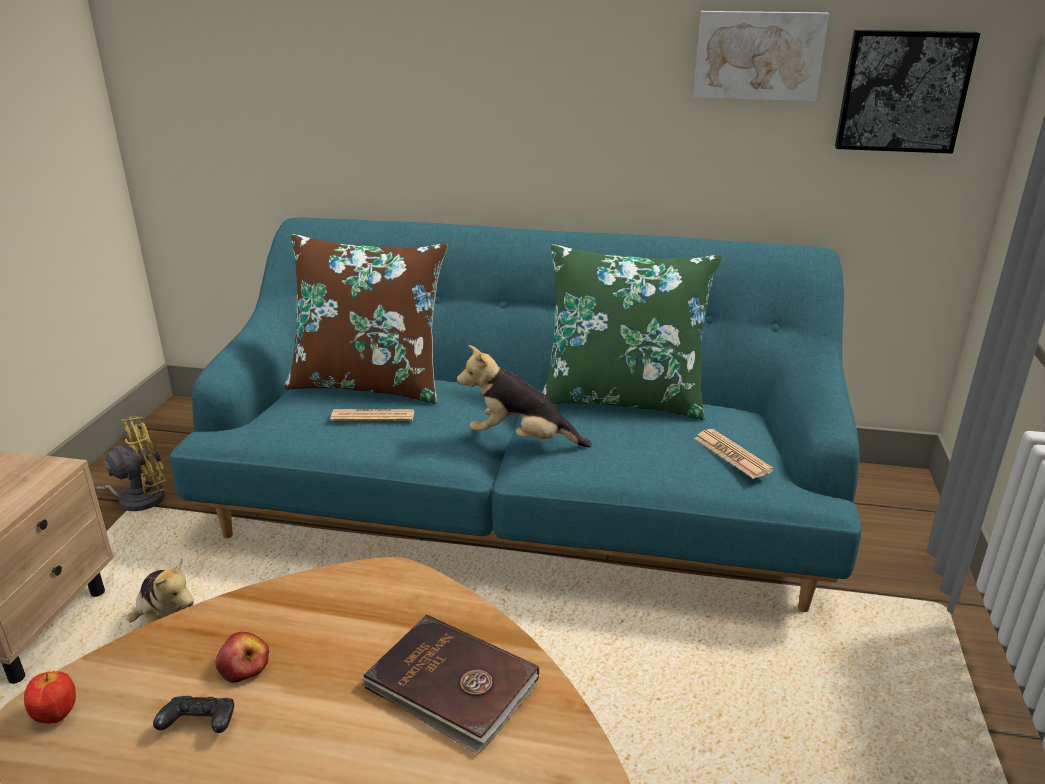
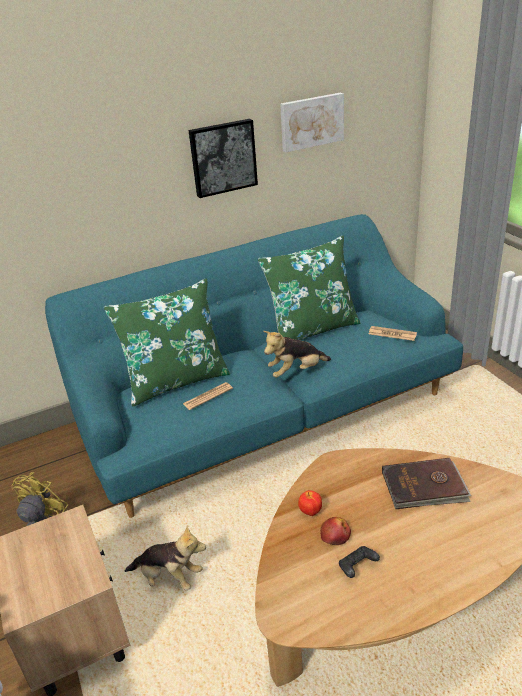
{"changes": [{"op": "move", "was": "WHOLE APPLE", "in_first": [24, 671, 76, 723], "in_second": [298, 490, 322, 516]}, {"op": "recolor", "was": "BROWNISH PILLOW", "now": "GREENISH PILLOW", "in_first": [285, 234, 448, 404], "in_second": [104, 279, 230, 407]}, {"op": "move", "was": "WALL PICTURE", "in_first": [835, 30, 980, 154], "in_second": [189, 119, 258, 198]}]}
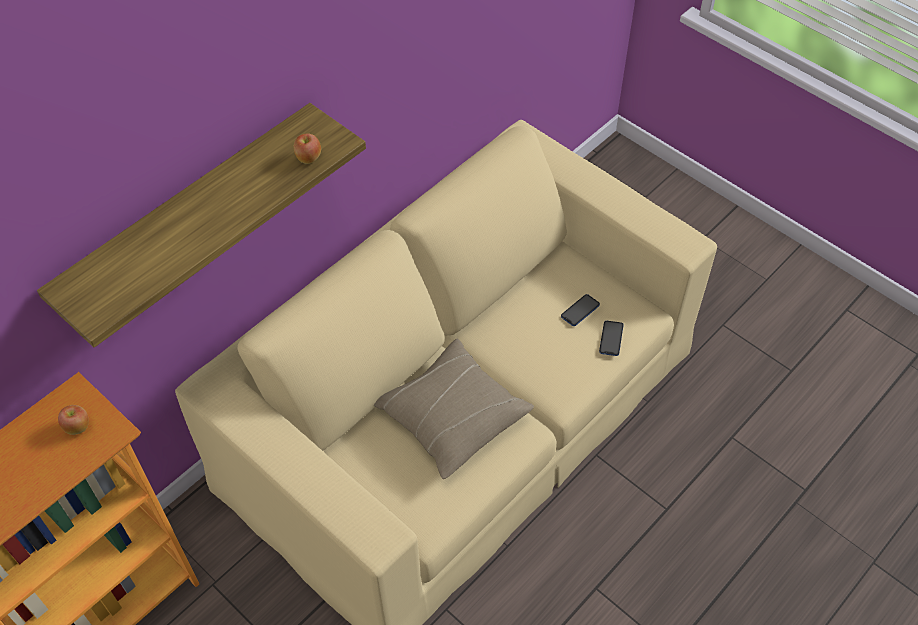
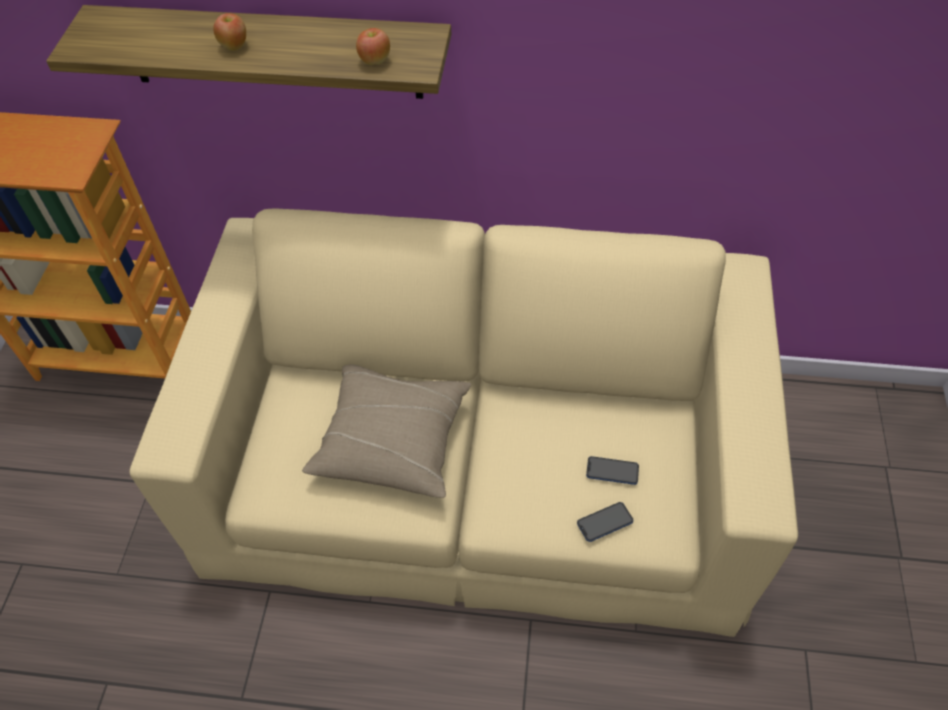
{"changes": [{"op": "move", "was": "WHOLE APPLE", "in_first": [58, 405, 89, 435], "in_second": [213, 13, 246, 50]}]}
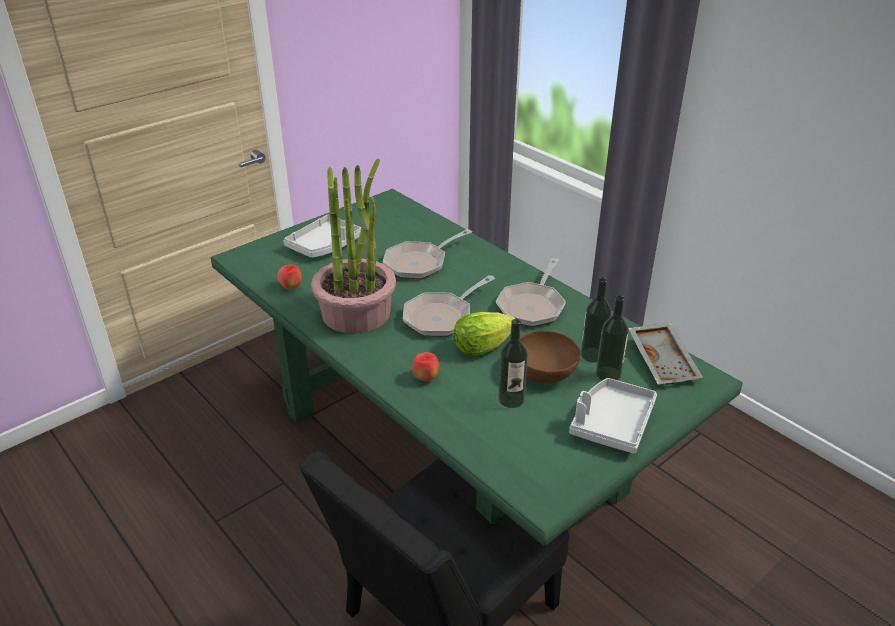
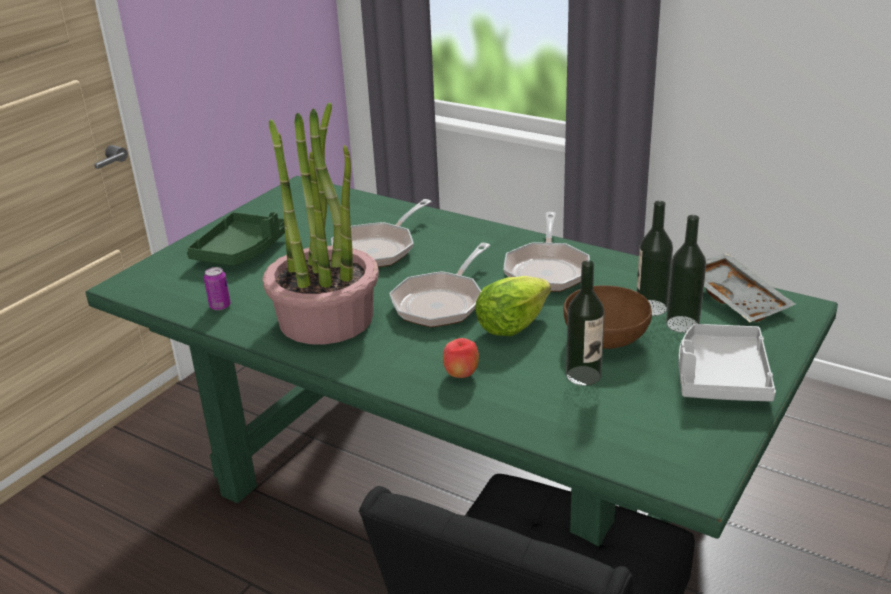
{"changes": [{"op": "replace", "was": "WHOLE APPLE", "now": "CAN", "in_first": [278, 264, 301, 290], "in_second": [204, 267, 231, 310]}, {"op": "recolor", "was": "GREY TRAY", "now": "GREENISH TRAY", "in_first": [284, 215, 361, 258], "in_second": [187, 212, 285, 266]}]}
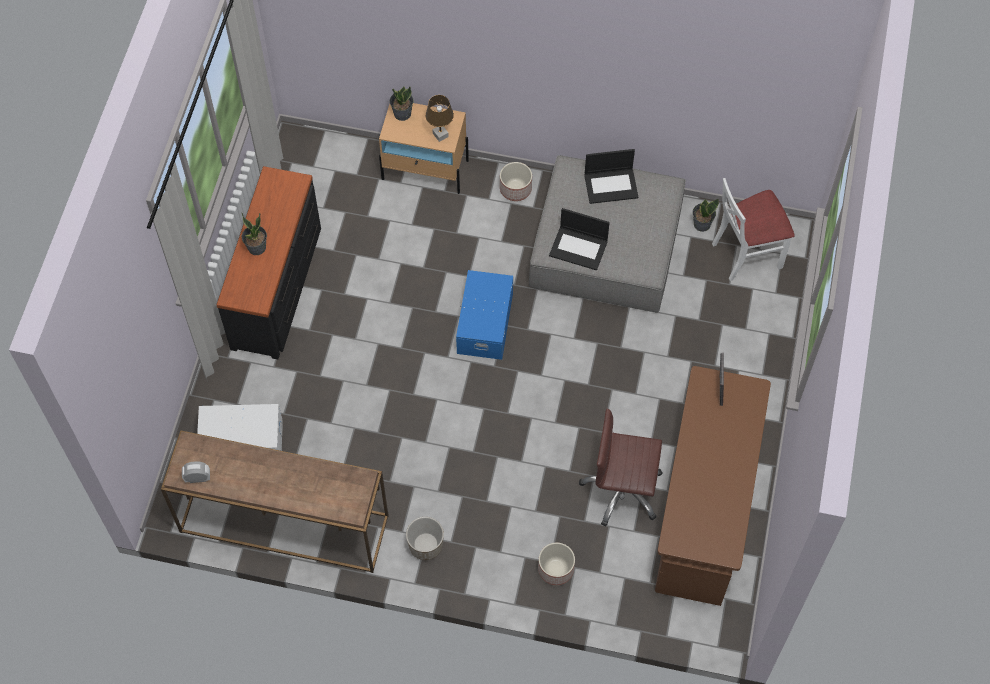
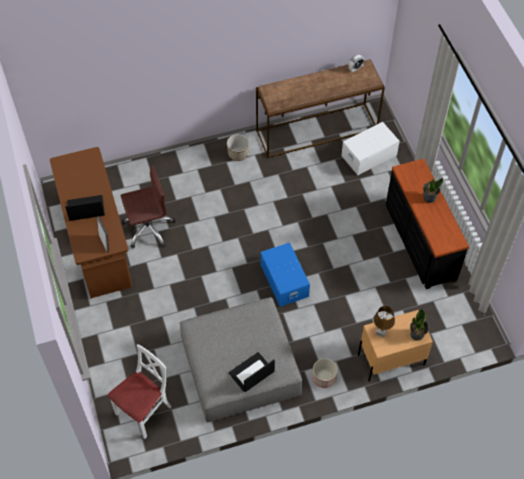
{"changes": [{"op": "delete", "was": "PLANT POT", "in_first": [538, 543, 575, 585]}, {"op": "move", "was": "NOTEBOOK COMPUTER", "in_first": [549, 208, 610, 271], "in_second": [65, 195, 105, 221]}, {"op": "delete", "was": "POTTED PLANT", "in_first": [692, 199, 719, 232]}]}
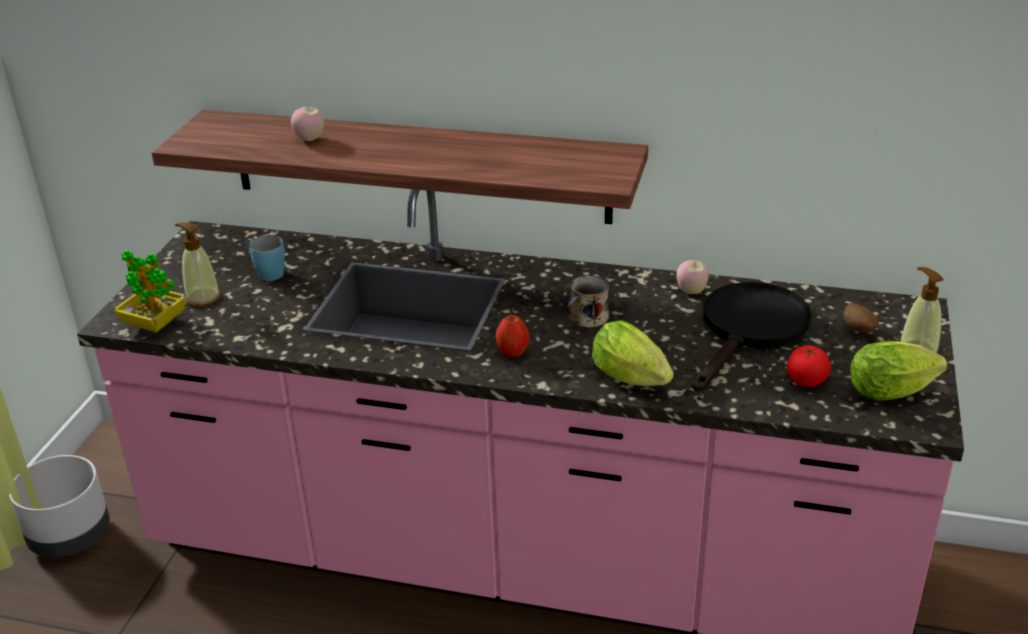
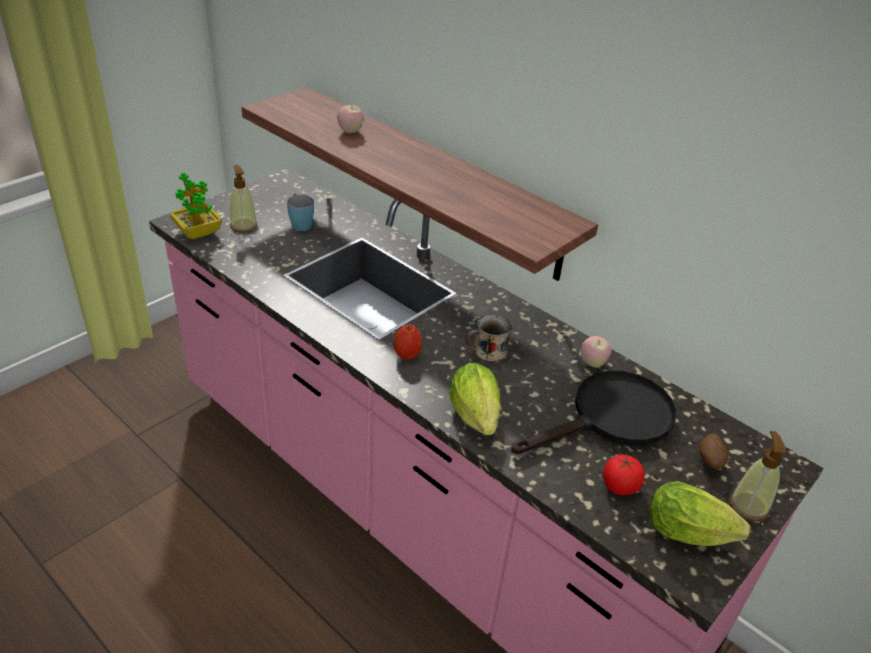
{"changes": [{"op": "delete", "was": "GREY PLANT POT", "in_first": [9, 455, 110, 557]}]}
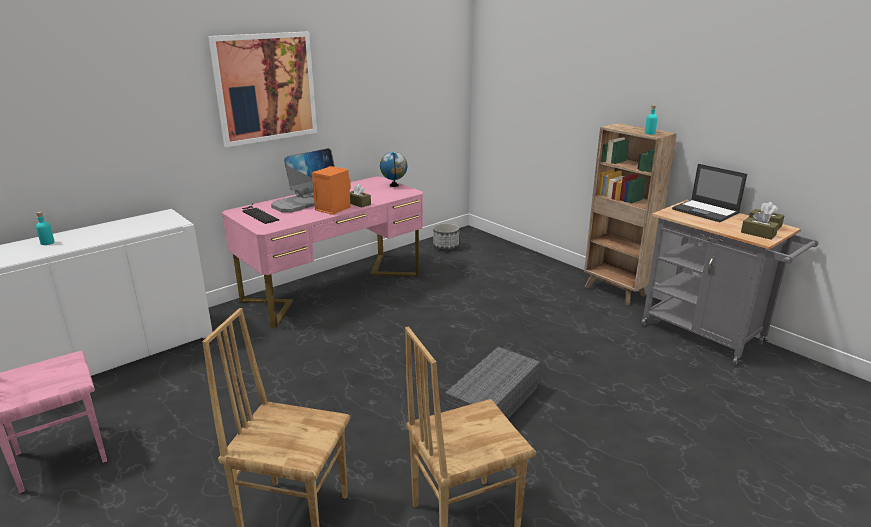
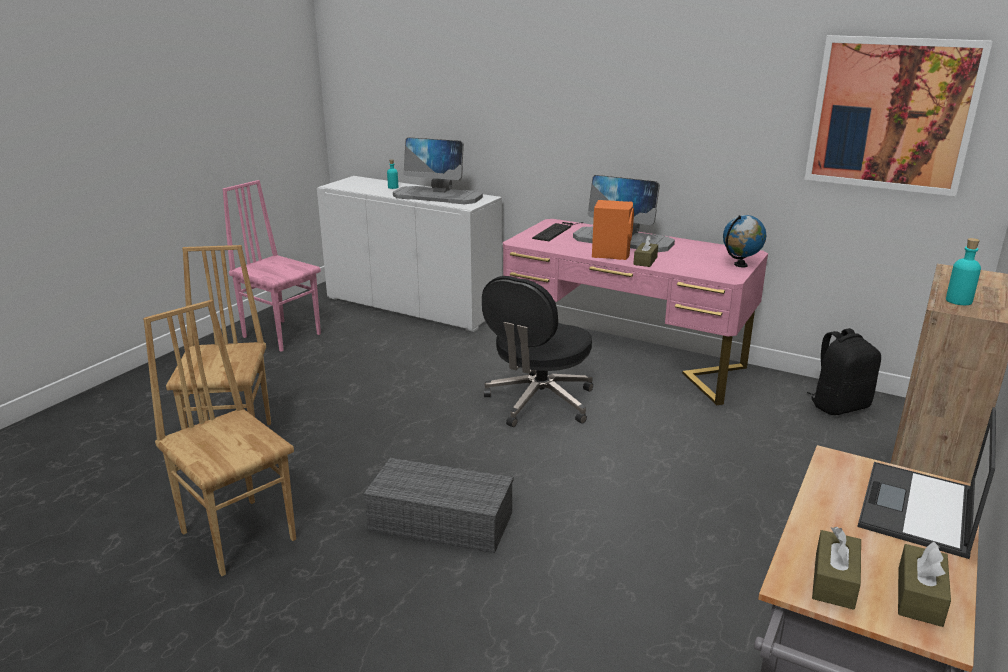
{"changes": [{"op": "move", "was": "WALL PICTURE", "in_first": [208, 32, 317, 147], "in_second": [804, 35, 993, 196]}, {"op": "replace", "was": "PLANT POT", "now": "BLACK BACKPACK", "in_first": [433, 223, 459, 251], "in_second": [807, 328, 881, 415]}, {"op": "insert", "now": "COMPUTER DISPLAY", "in_second": [393, 137, 483, 204]}, {"op": "insert", "now": "BLACK DESK CHAIR", "in_second": [482, 276, 593, 427]}]}
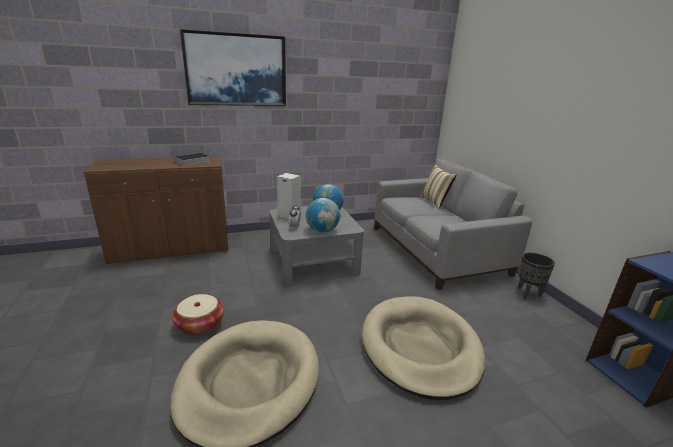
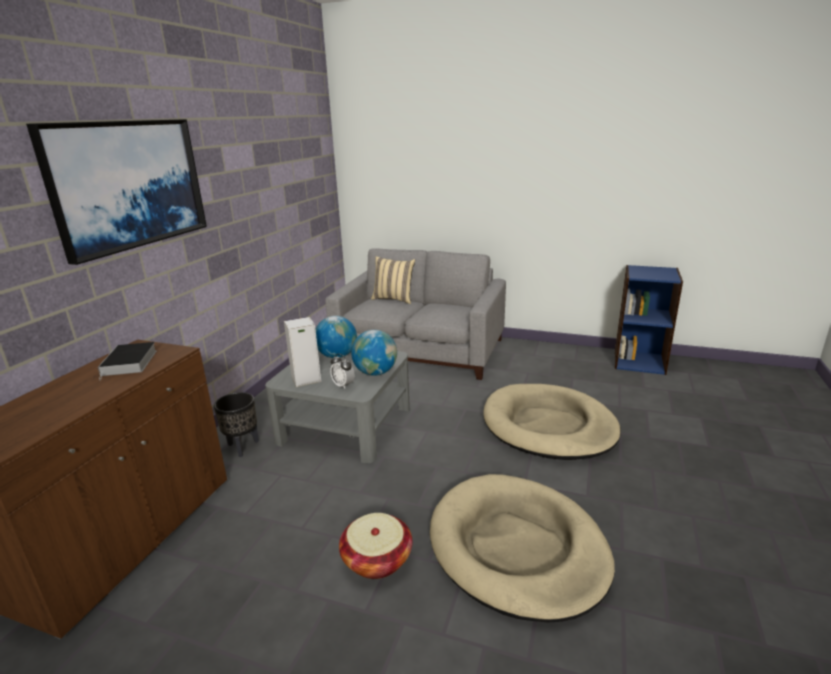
{"changes": [{"op": "move", "was": "BLACK PLANT POT", "in_first": [518, 253, 555, 300], "in_second": [214, 392, 259, 457]}]}
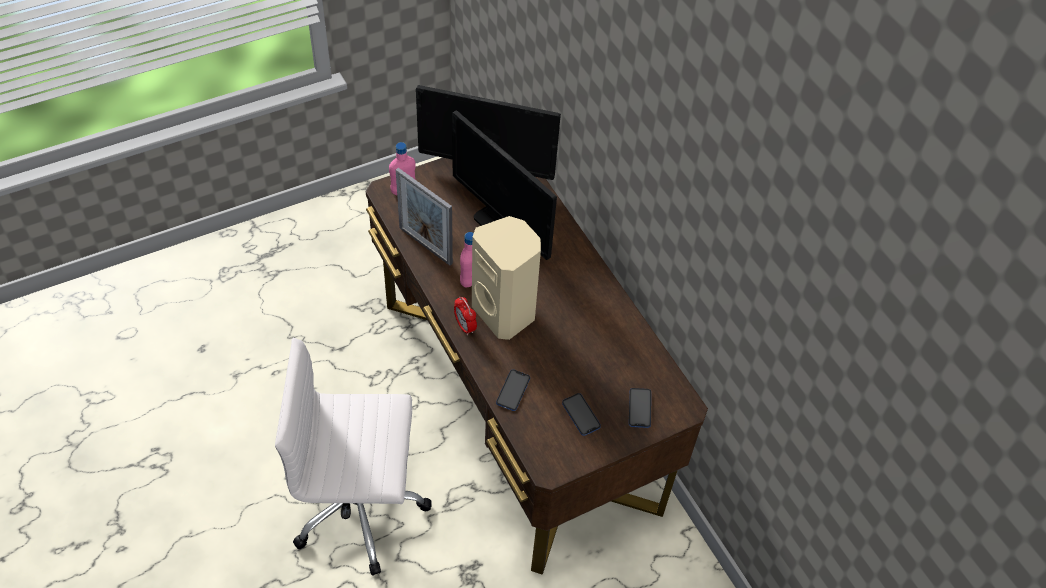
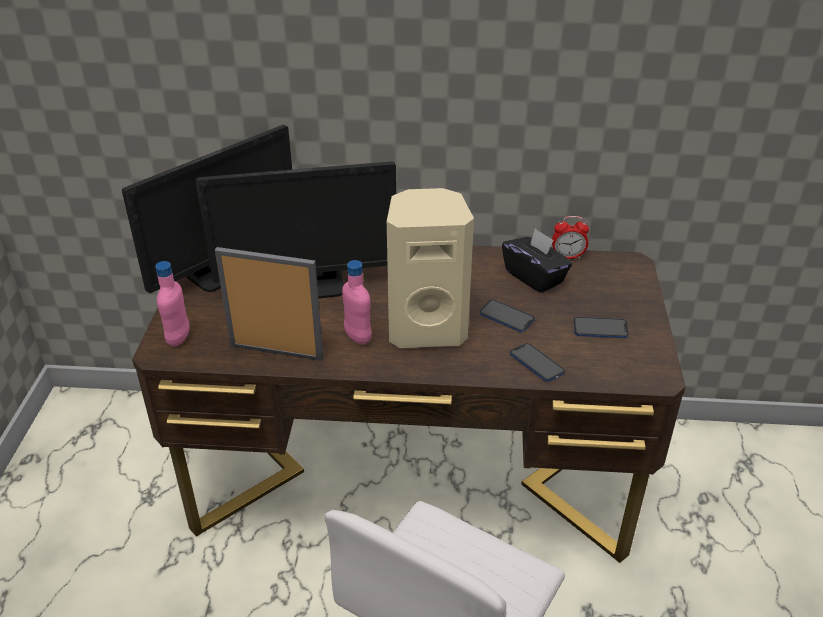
{"changes": [{"op": "rotate", "was": "STANDING FRAME", "in_first": [396, 168, 453, 266], "in_second": [215, 247, 323, 361], "clockwise": -150}, {"op": "move", "was": "TABLE CLOCK", "in_first": [454, 297, 477, 335], "in_second": [552, 216, 589, 259]}, {"op": "move", "was": "PHONE", "in_first": [629, 388, 651, 428], "in_second": [479, 299, 535, 332]}, {"op": "insert", "now": "BLACK BOX OF TISSUES", "in_second": [502, 228, 572, 293]}]}
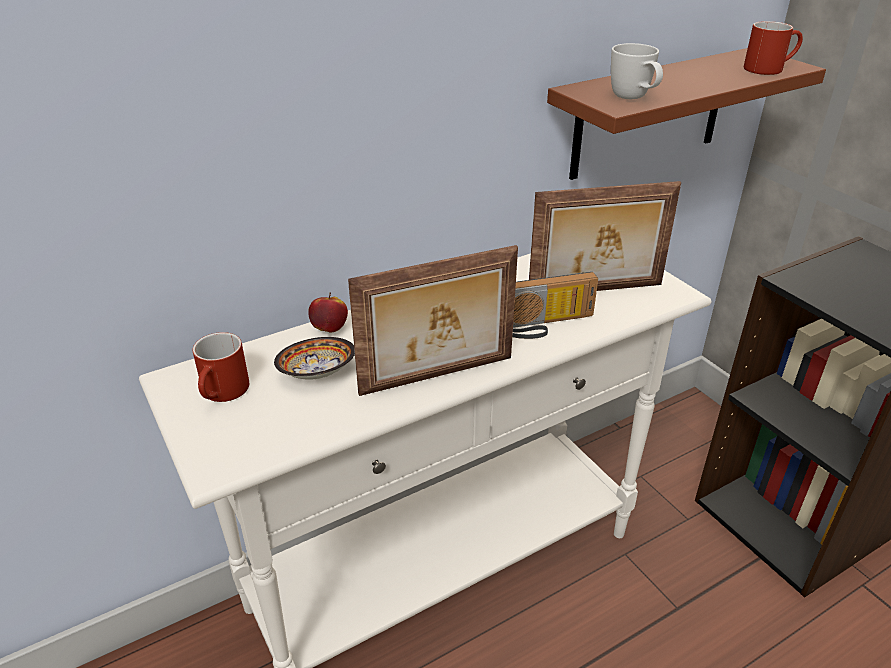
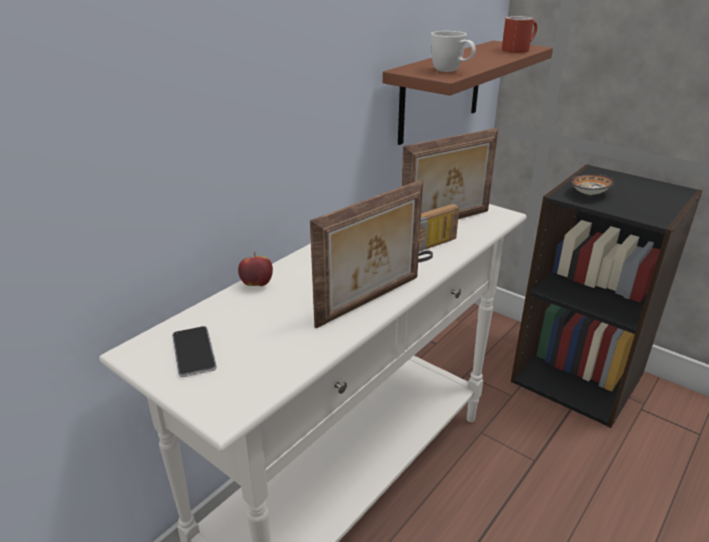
{"changes": [{"op": "replace", "was": "RED MUG", "now": "PHONE", "in_first": [192, 332, 249, 402], "in_second": [172, 326, 217, 377]}, {"op": "move", "was": "BOWL", "in_first": [274, 337, 355, 380], "in_second": [571, 174, 615, 195]}]}
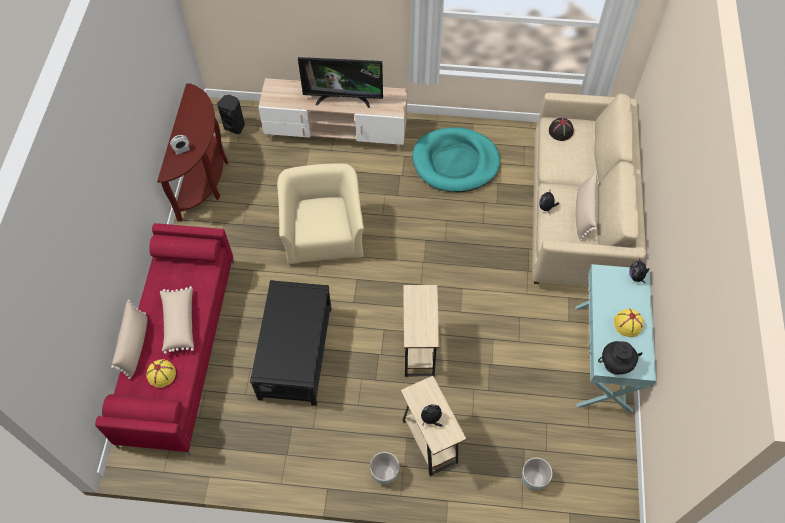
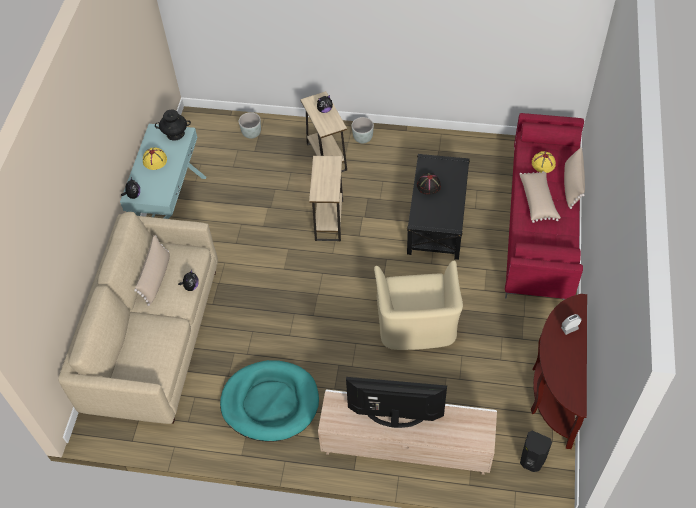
{"changes": [{"op": "move", "was": "BLACK HAT", "in_first": [549, 118, 574, 141], "in_second": [417, 173, 441, 195]}]}
